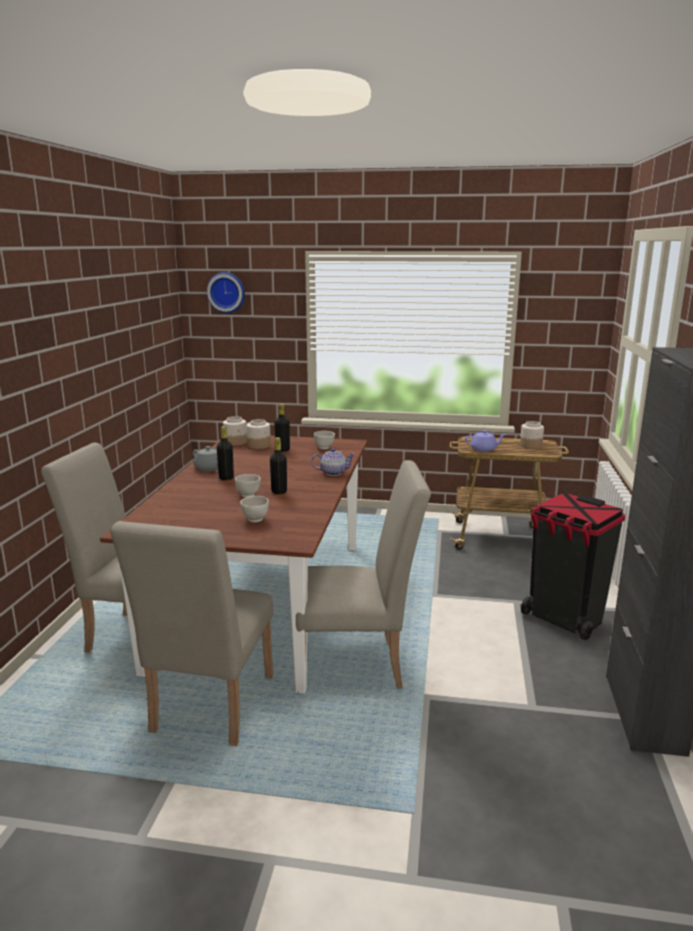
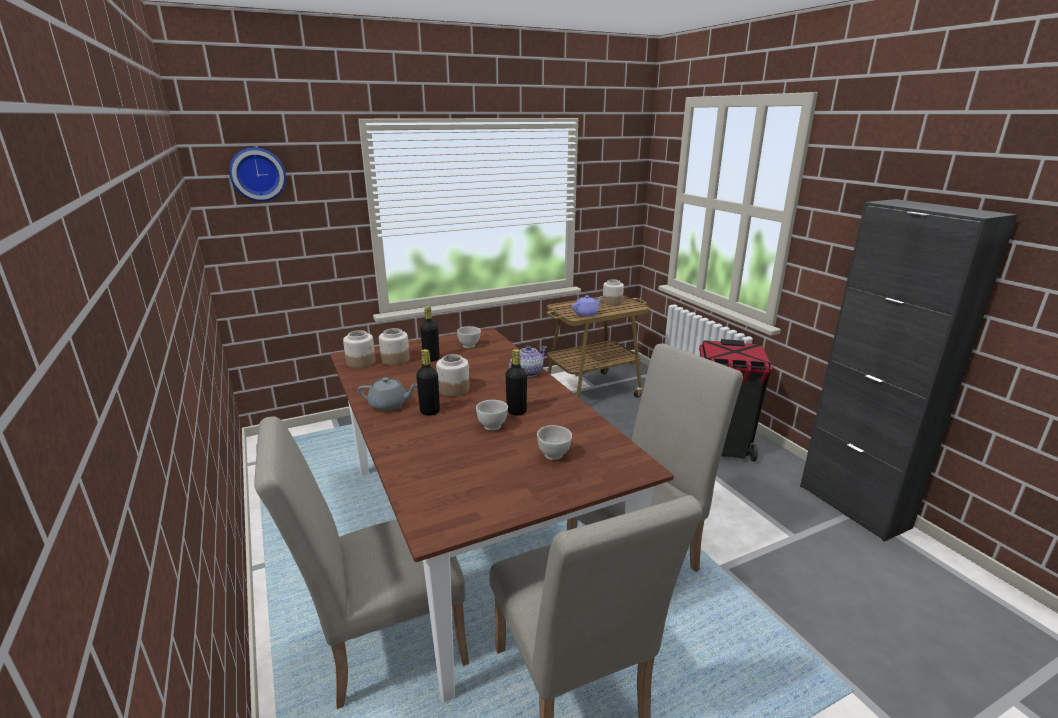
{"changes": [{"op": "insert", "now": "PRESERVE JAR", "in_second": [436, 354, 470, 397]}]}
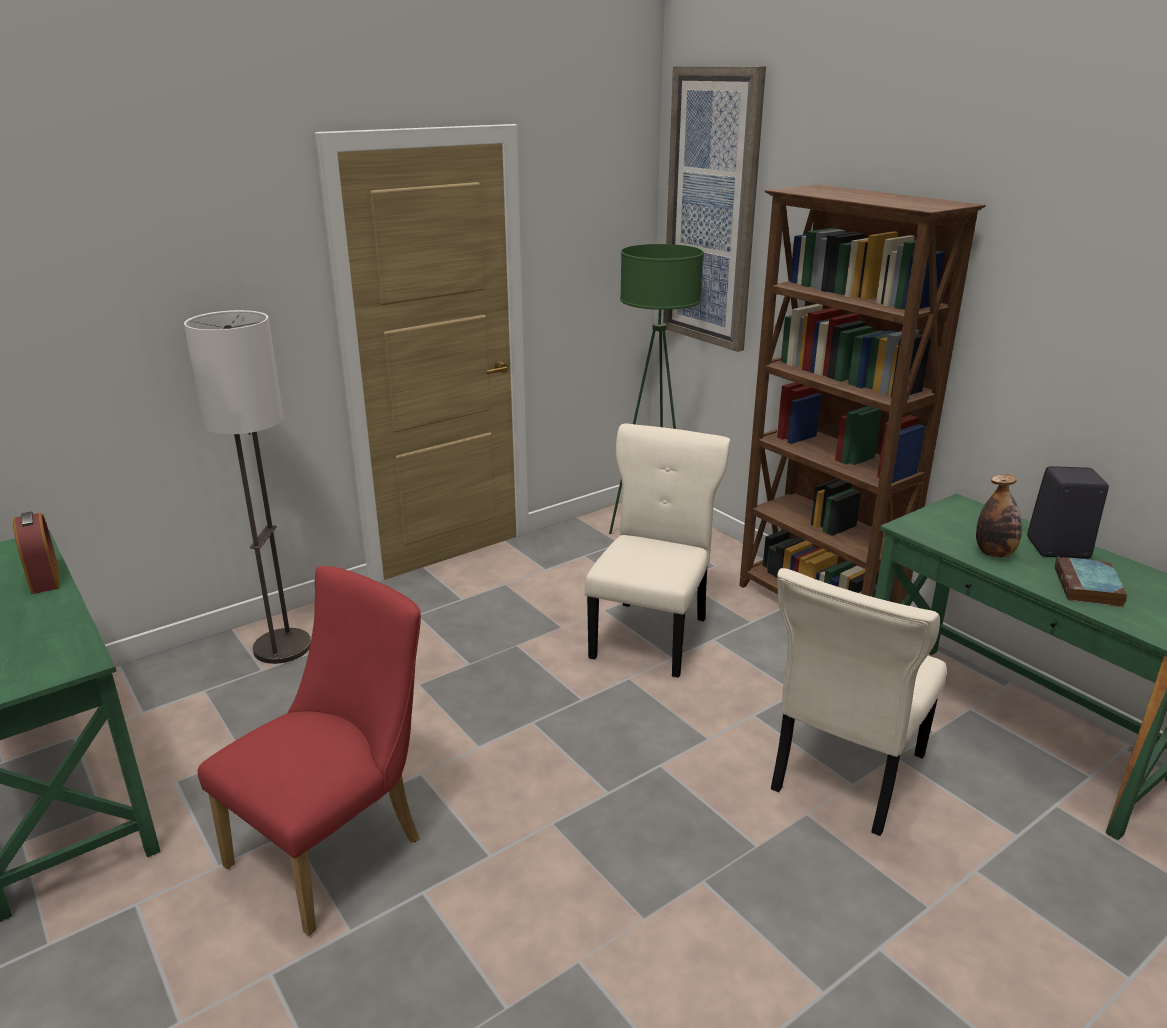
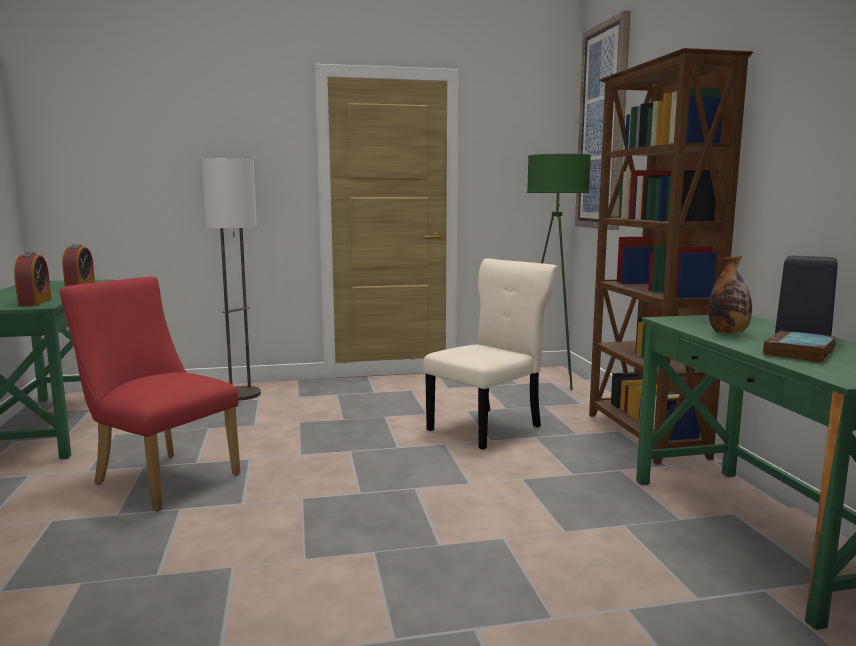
{"changes": [{"op": "rotate", "was": "RED CHAIR", "in_first": [198, 566, 421, 936], "in_second": [60, 277, 241, 512], "clockwise": -120}, {"op": "delete", "was": "BEIGE CHAIR", "in_first": [771, 568, 947, 836]}, {"op": "insert", "now": "TABLE CLOCK", "in_second": [14, 252, 52, 306]}]}
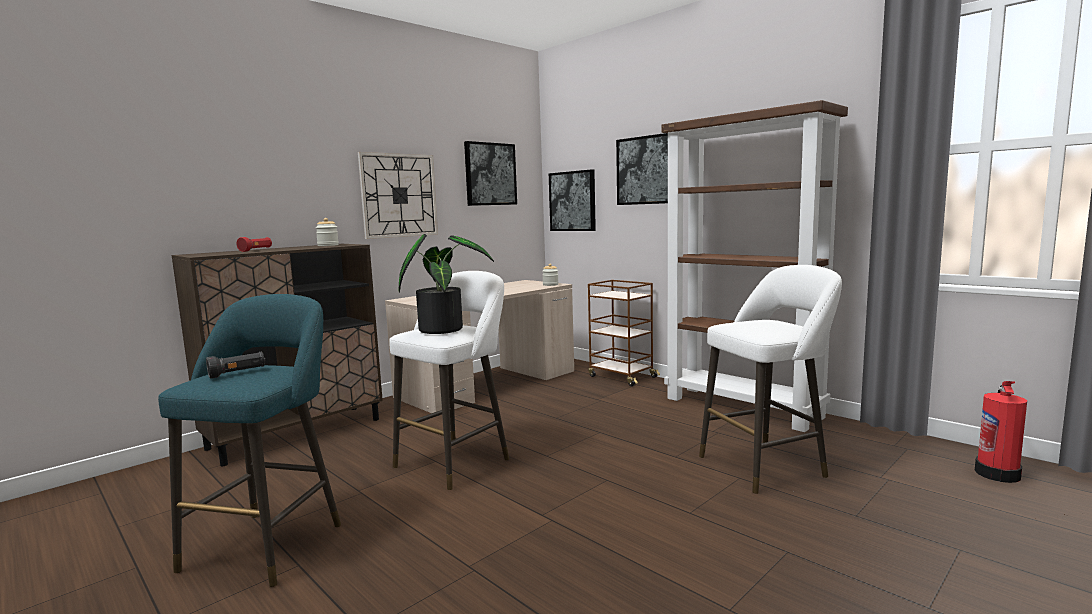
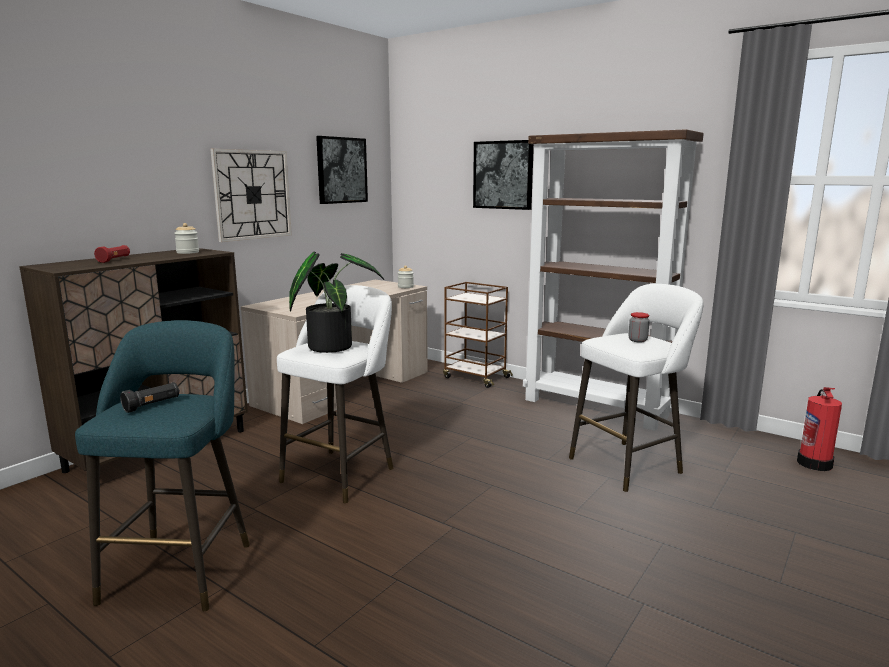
{"changes": [{"op": "delete", "was": "WALL PICTURE", "in_first": [549, 169, 596, 231]}, {"op": "insert", "now": "PRESERVE JAR", "in_second": [628, 312, 650, 342]}]}
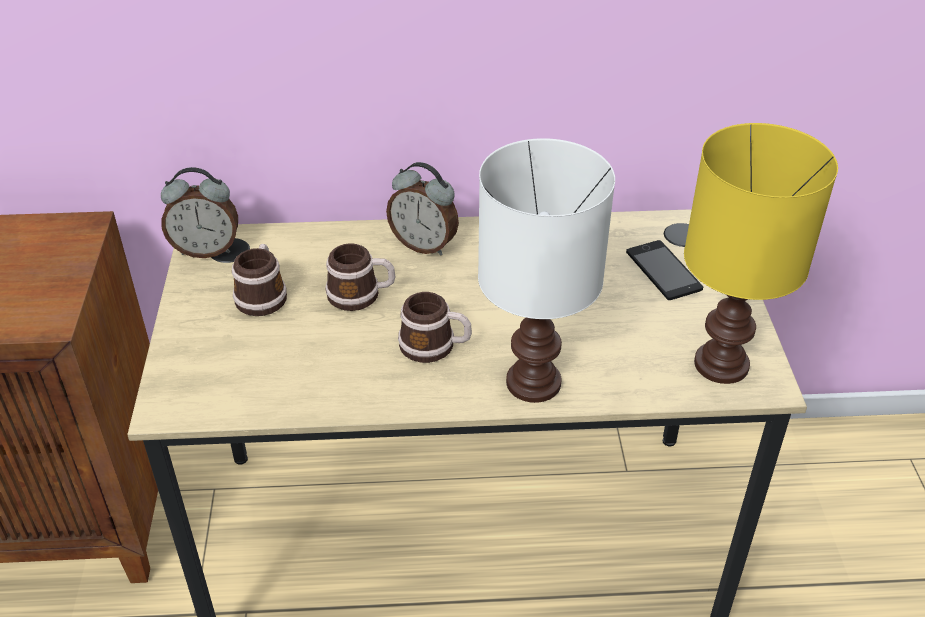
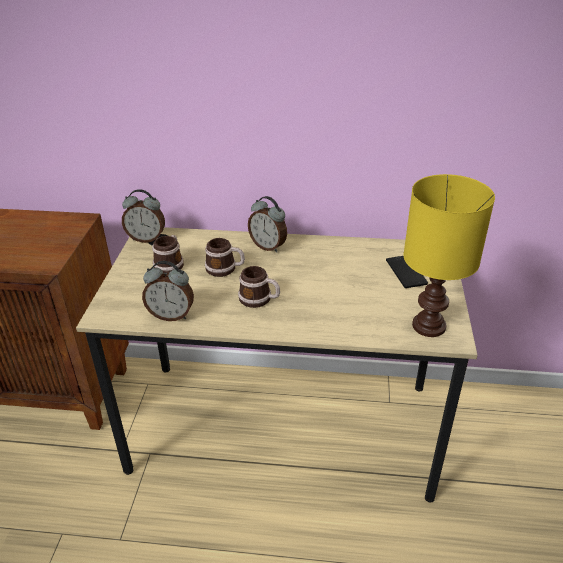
{"changes": [{"op": "delete", "was": "WHITE-COLOURED LAMP FOR A TABLE", "in_first": [478, 138, 615, 403]}, {"op": "insert", "now": "TABLE CLOCK", "in_second": [142, 261, 194, 321]}]}
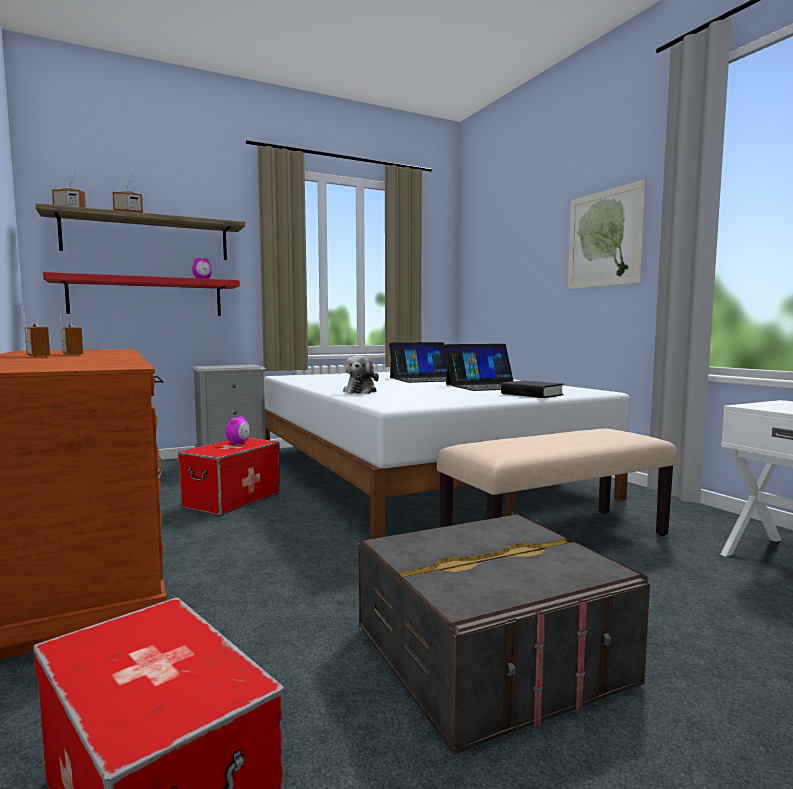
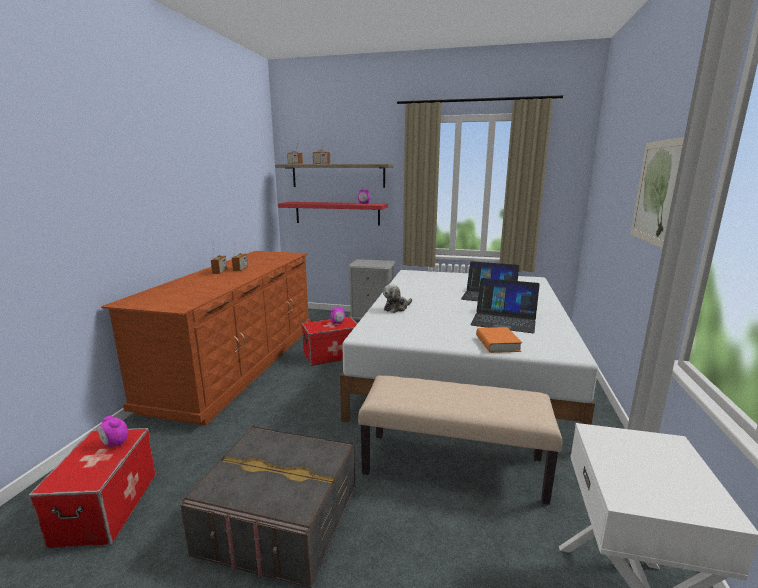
{"changes": [{"op": "recolor", "was": "BLACK BOUND BOOK", "now": "ORANGE-COLOURED BOUND BOOK", "in_first": [501, 380, 564, 398], "in_second": [476, 327, 522, 353]}, {"op": "insert", "now": "TABLE CLOCK", "in_second": [98, 416, 128, 447]}]}
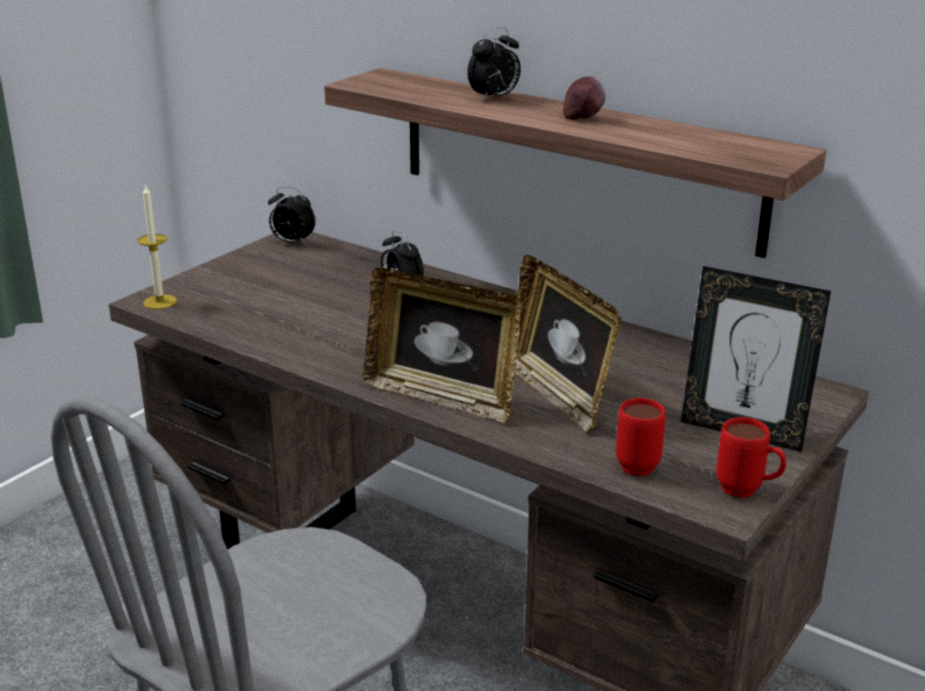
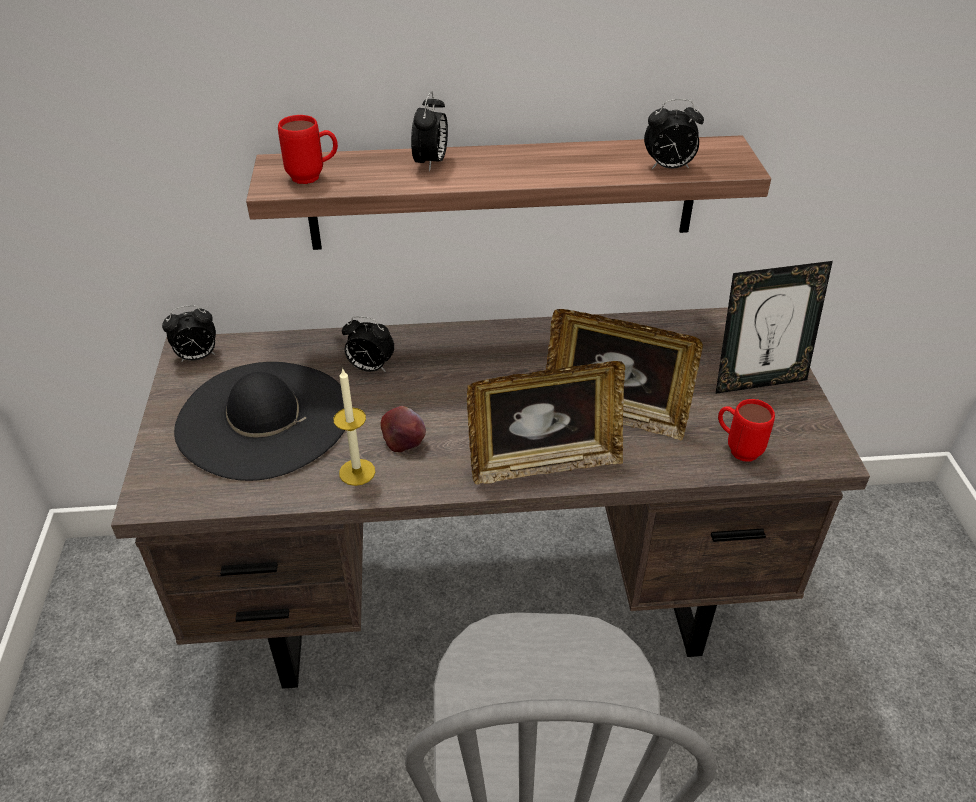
{"changes": [{"op": "move", "was": "WAX LIGHT", "in_first": [138, 184, 177, 309], "in_second": [333, 368, 375, 486]}, {"op": "move", "was": "WHOLE APPLE", "in_first": [563, 77, 606, 120], "in_second": [381, 406, 426, 452]}, {"op": "move", "was": "RED MUG", "in_first": [716, 417, 786, 498], "in_second": [278, 115, 338, 184]}, {"op": "insert", "now": "BLACK HAT", "in_second": [174, 362, 345, 481]}, {"op": "insert", "now": "TABLE CLOCK", "in_second": [644, 99, 704, 169]}]}
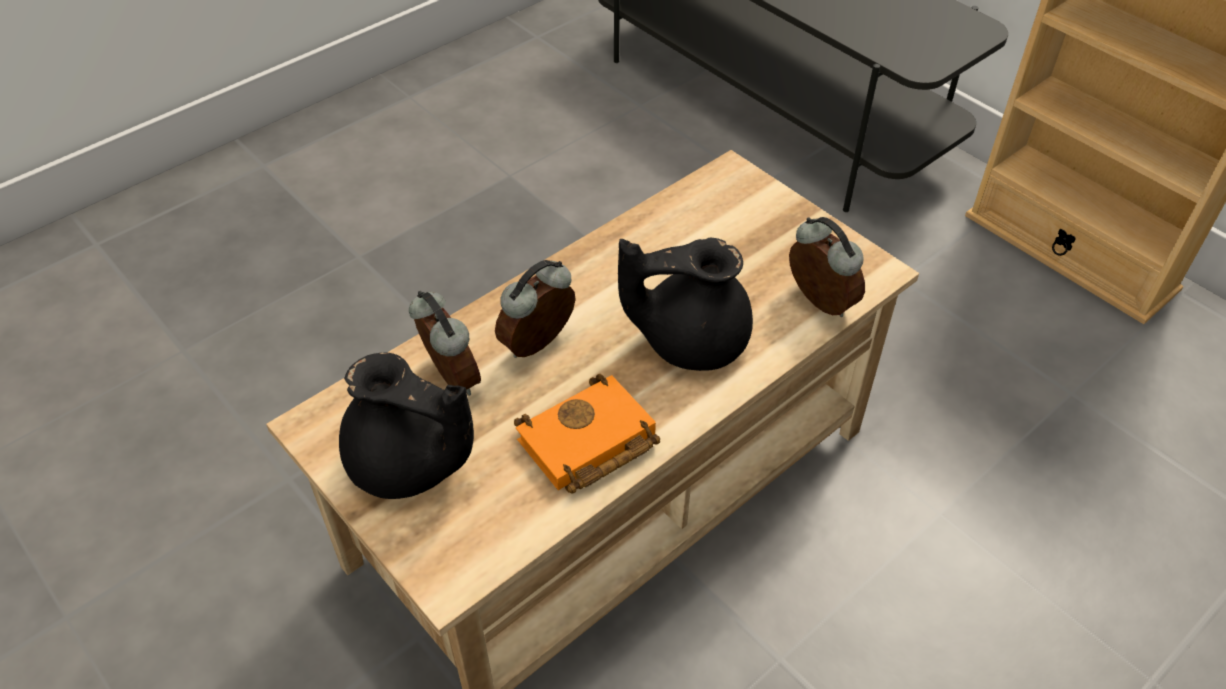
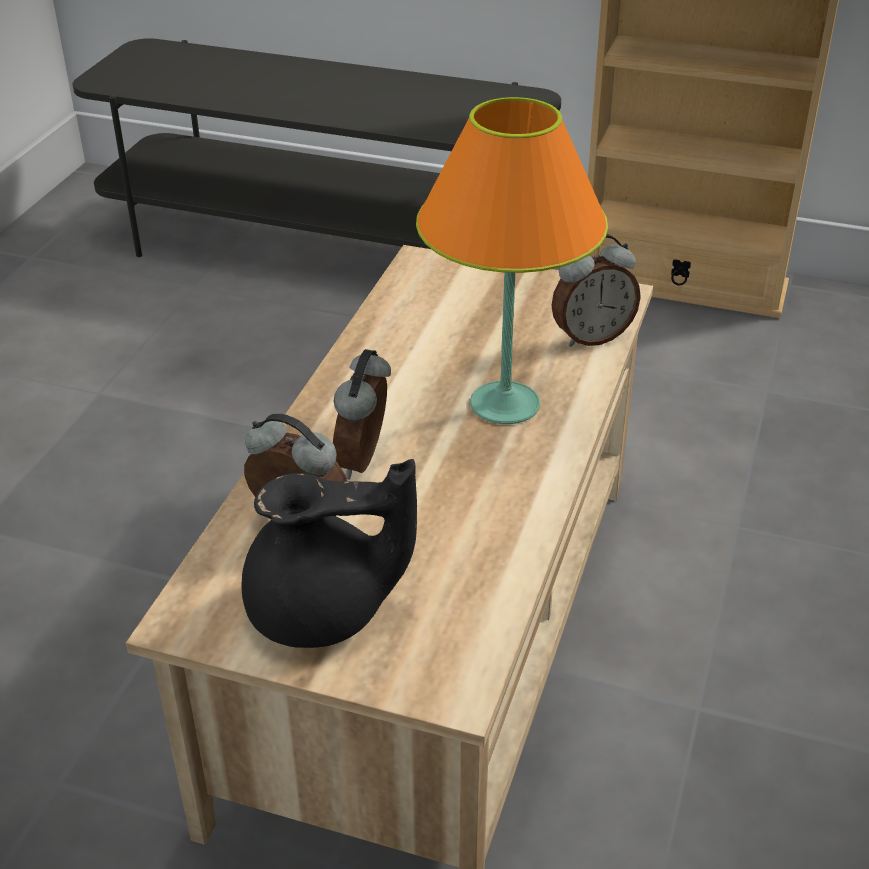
{"changes": [{"op": "delete", "was": "ORANGE-COLOURED BOUND BOOK", "in_first": [514, 374, 660, 494]}, {"op": "replace", "was": "BLACK POT FOR TEA", "now": "ORANGE-COLOURED LAMP FOR A TABLE", "in_first": [618, 238, 753, 371], "in_second": [416, 97, 608, 424]}, {"op": "rotate", "was": "TABLE CLOCK", "in_first": [789, 217, 865, 317], "in_second": [551, 234, 641, 347], "clockwise": 135}]}
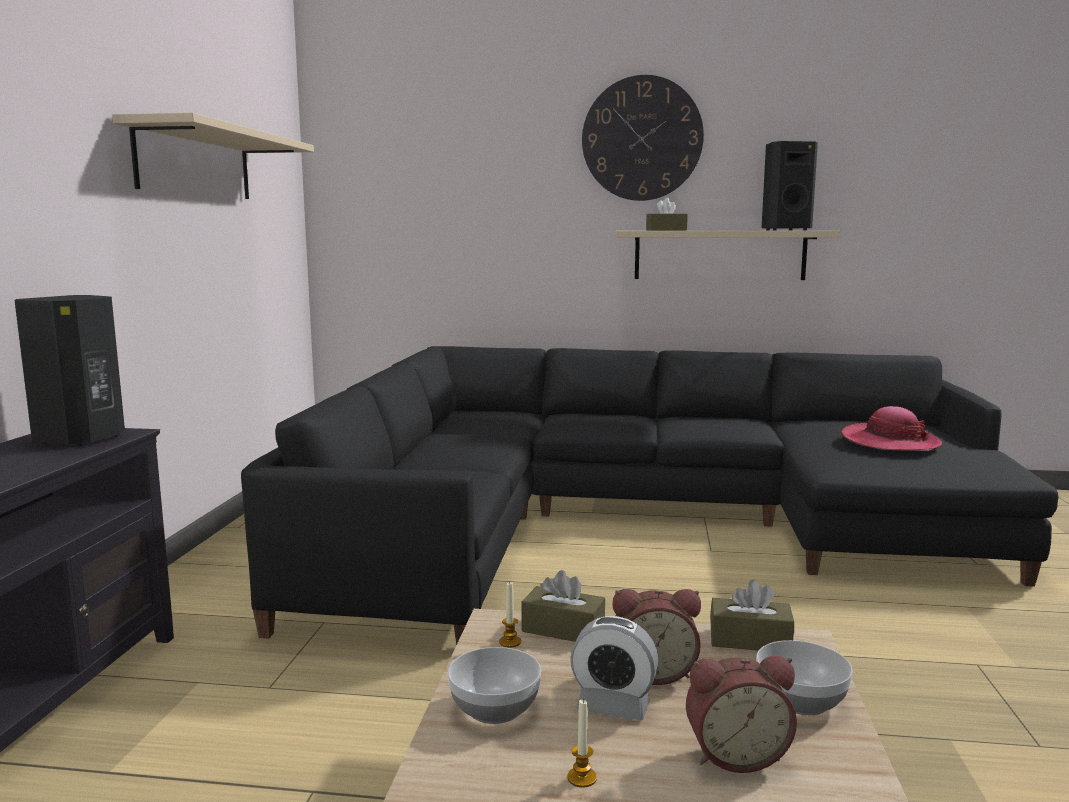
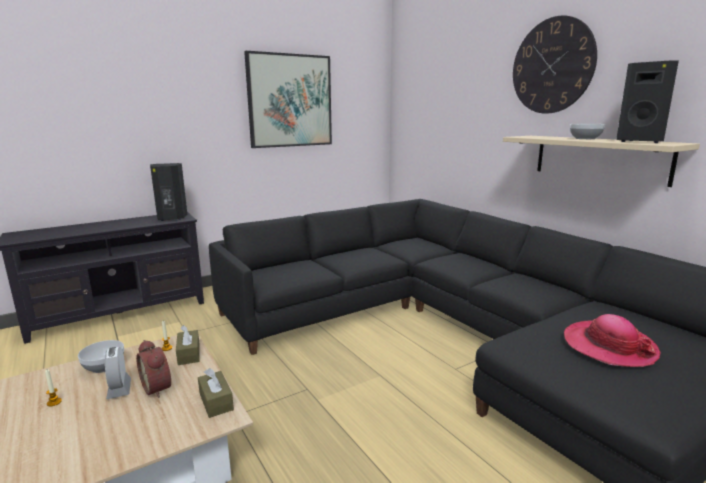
{"changes": [{"op": "replace", "was": "BEIGE SHELF", "now": "WALL PICTURE", "in_first": [112, 112, 314, 199], "in_second": [244, 51, 332, 148]}, {"op": "delete", "was": "BROWNISH BOX OF TISSUES", "in_first": [646, 198, 688, 231]}, {"op": "delete", "was": "TABLE CLOCK", "in_first": [686, 656, 797, 773]}, {"op": "move", "was": "BOWL", "in_first": [756, 640, 853, 715], "in_second": [570, 124, 605, 139]}]}
